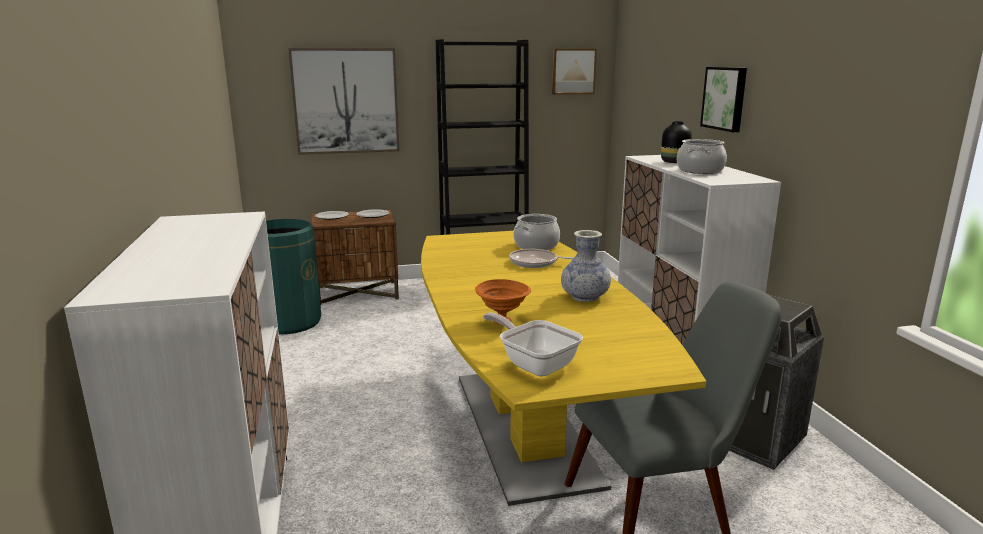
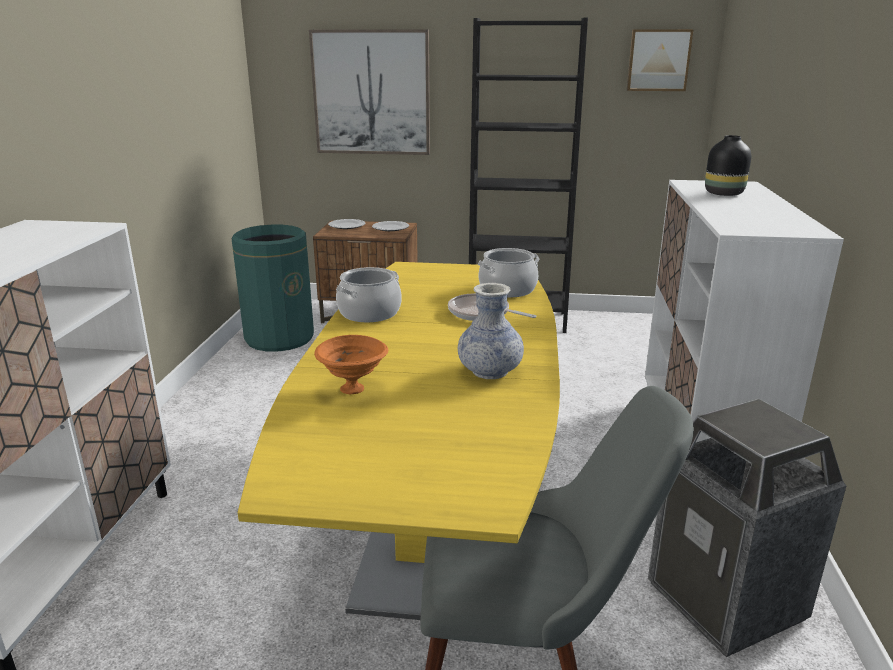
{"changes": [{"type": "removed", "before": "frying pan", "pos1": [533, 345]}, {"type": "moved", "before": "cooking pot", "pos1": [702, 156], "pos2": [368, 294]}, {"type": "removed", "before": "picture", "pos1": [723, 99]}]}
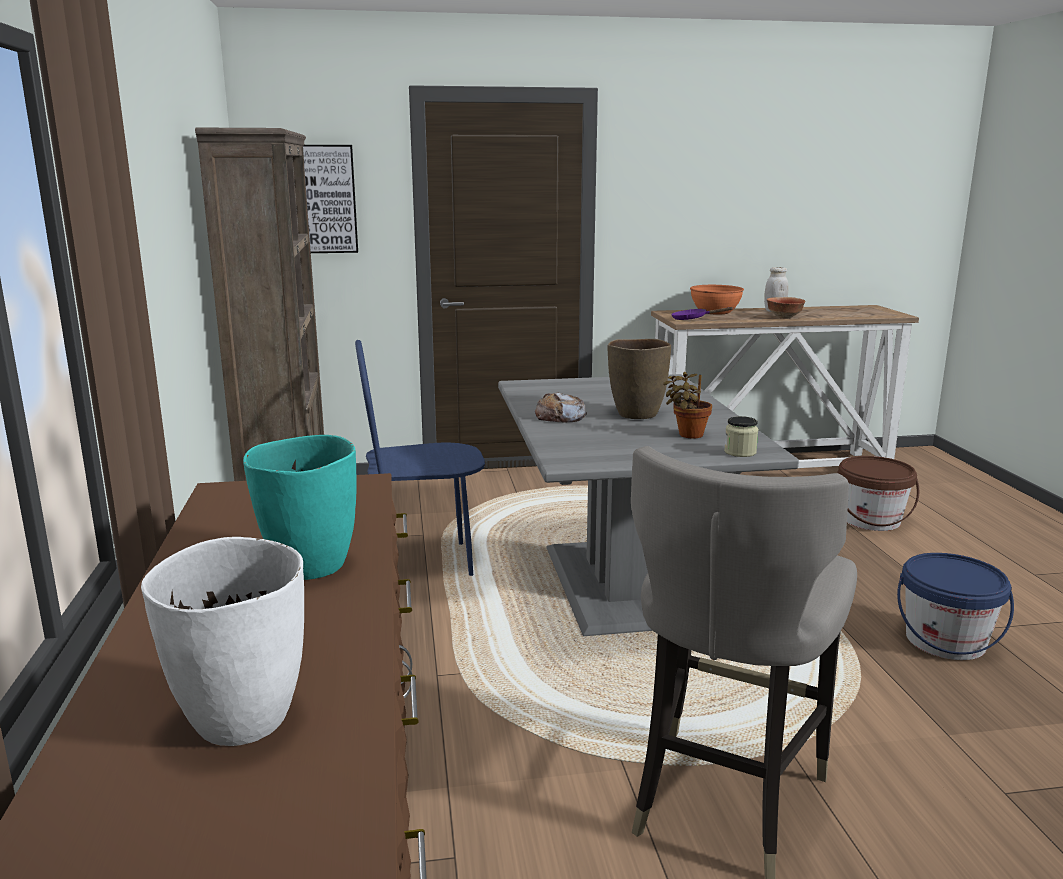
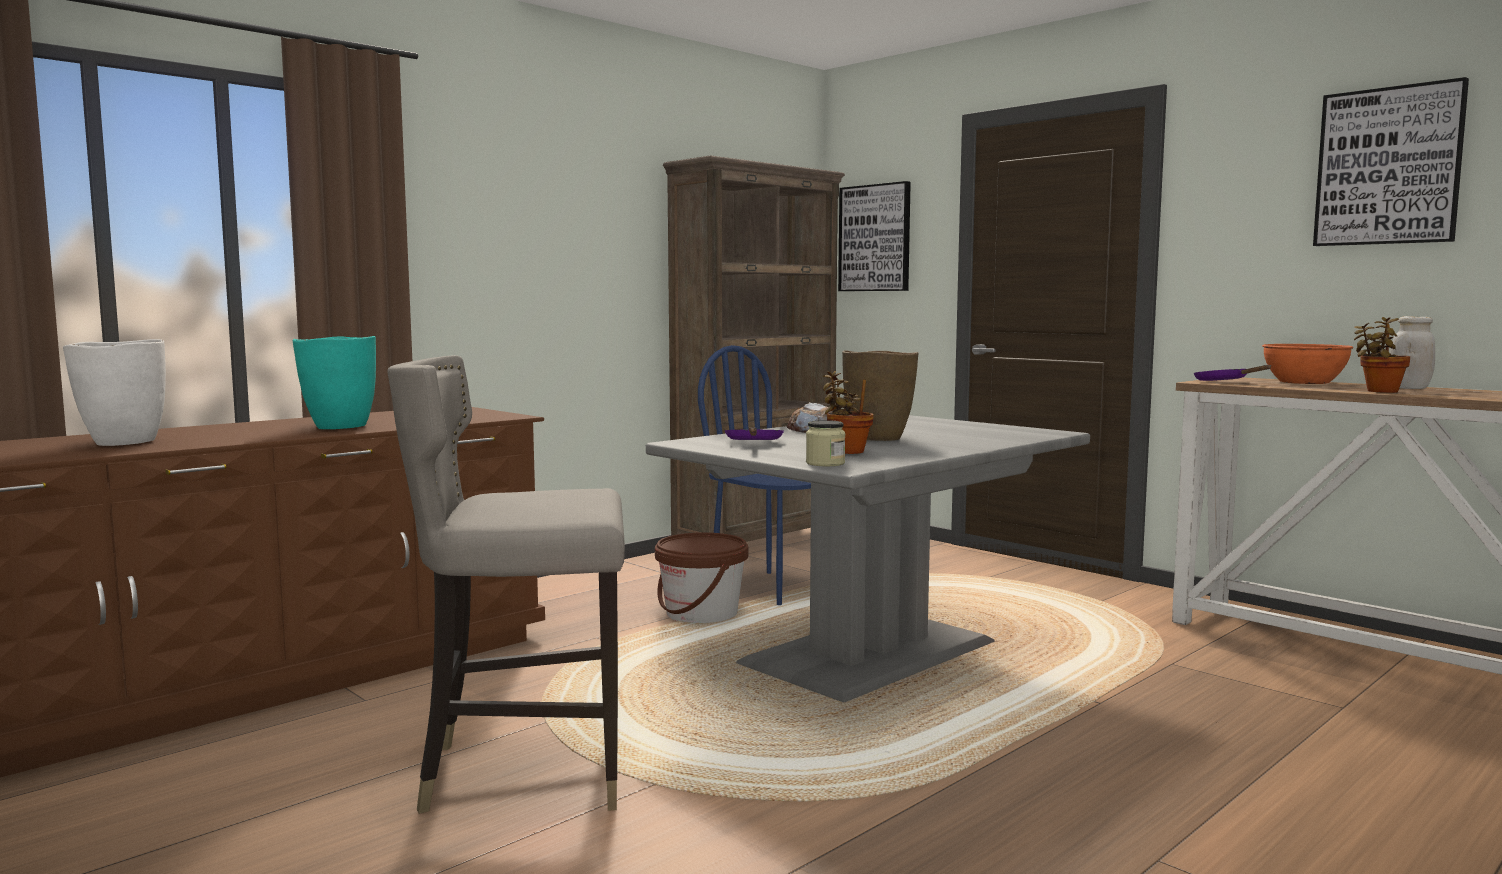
{"changes": [{"type": "replaced", "before": "bowl", "after": "potted plant", "pos1": [786, 308], "pos2": [1382, 355]}, {"type": "moved", "before": "brown bucket", "pos1": [878, 493], "pos2": [701, 577]}, {"type": "removed", "before": "blue bucket", "pos1": [955, 606]}, {"type": "added", "after": "purple frying pan", "pos2": [754, 433]}, {"type": "added", "after": "picture", "pos2": [1391, 161]}]}
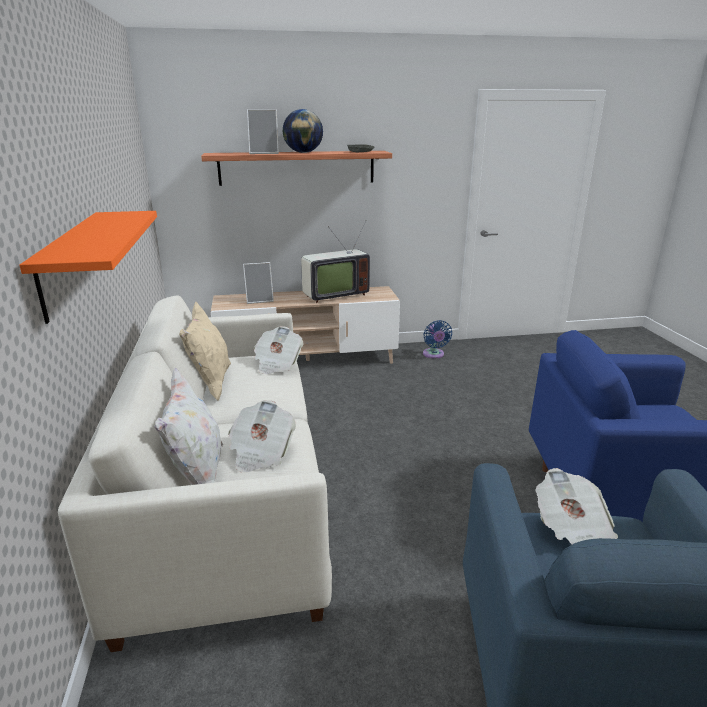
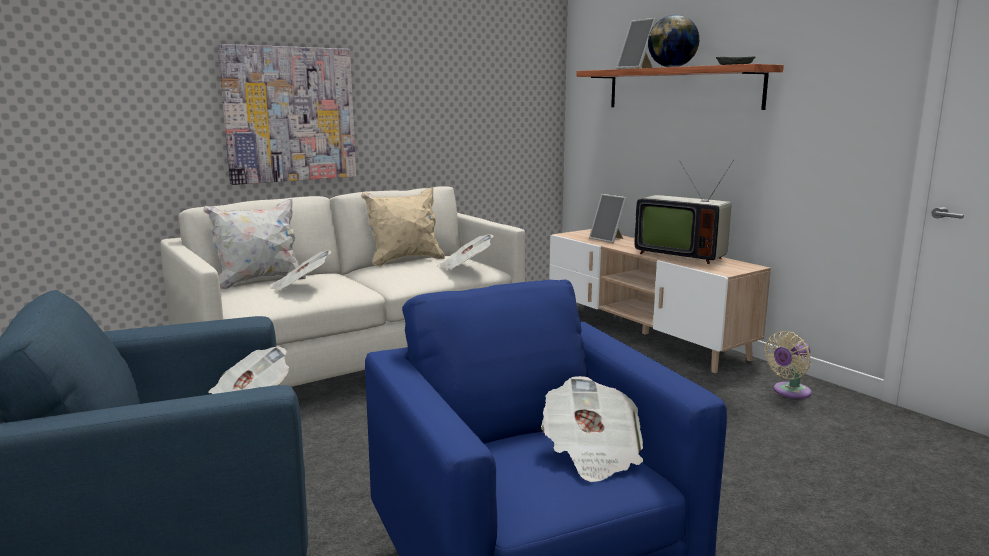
{"changes": [{"type": "replaced", "before": "orange shelf", "after": "picture", "pos1": [88, 267], "pos2": [286, 114]}, {"type": "recoloured", "before": "blue fan", "after": "beige fan", "pos1": [437, 339], "pos2": [788, 365]}, {"type": "added", "after": "newspaper", "pos2": [592, 429]}]}
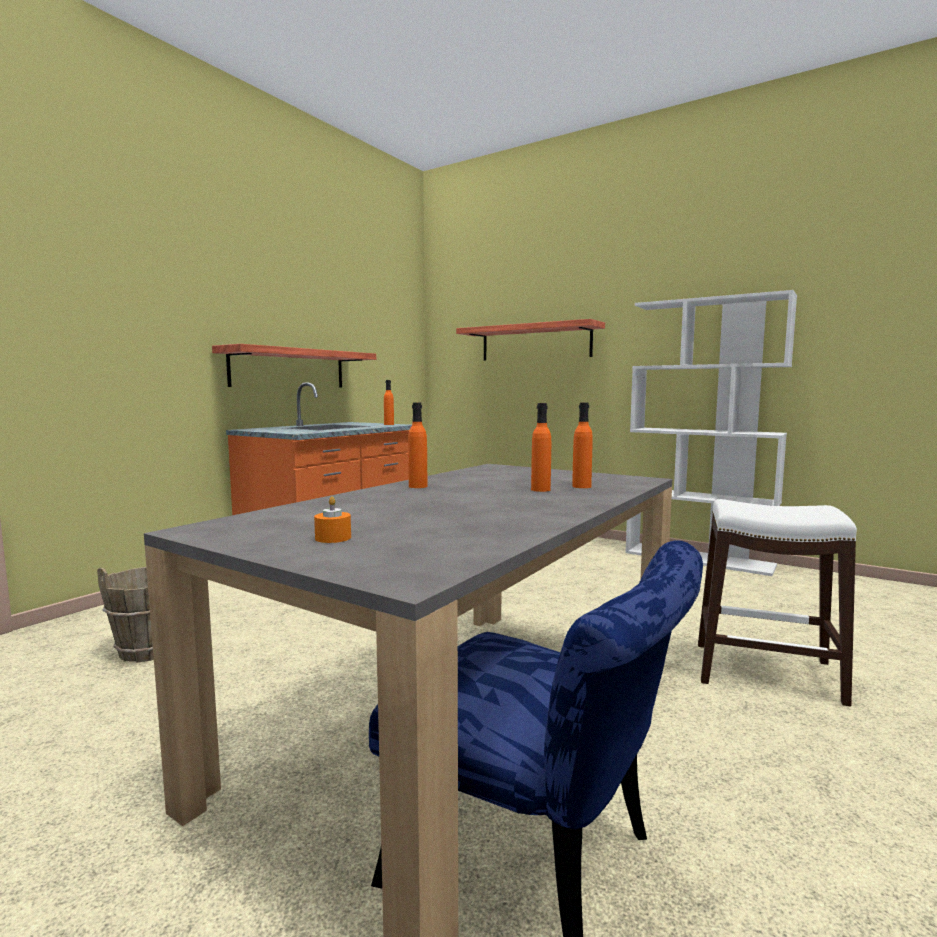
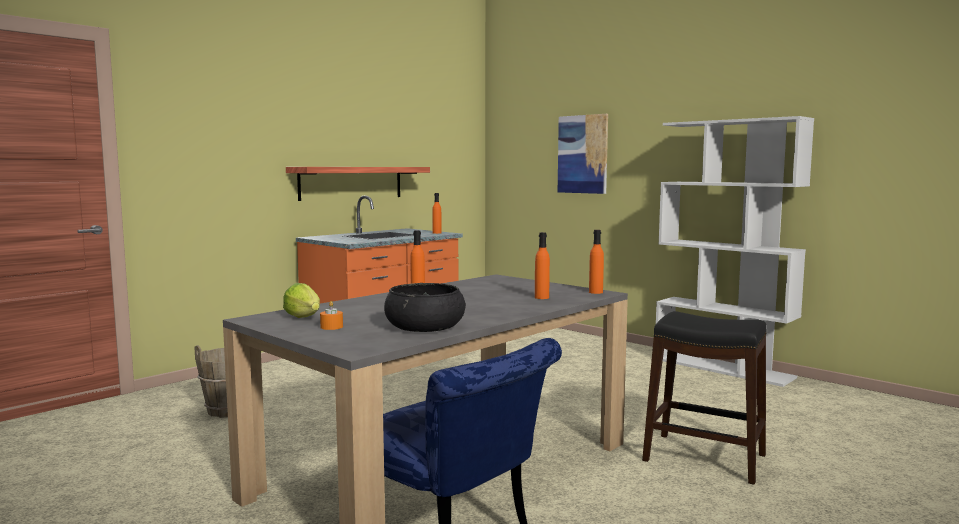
{"changes": [{"type": "replaced", "before": "shelf", "after": "picture", "pos1": [530, 339], "pos2": [583, 154]}, {"type": "moved", "before": "orange bottle", "pos1": [541, 447], "pos2": [596, 262]}, {"type": "recoloured", "before": "white stool", "after": "black stool", "pos1": [777, 602], "pos2": [704, 398]}, {"type": "added", "after": "lettuce", "pos2": [301, 300]}, {"type": "added", "after": "black bowl", "pos2": [425, 307]}]}
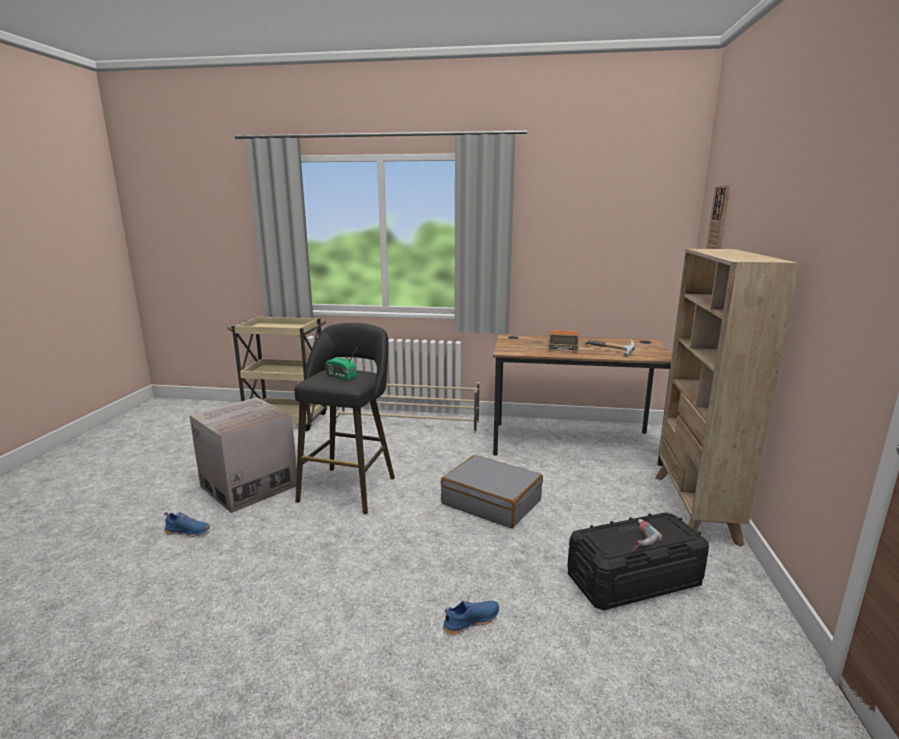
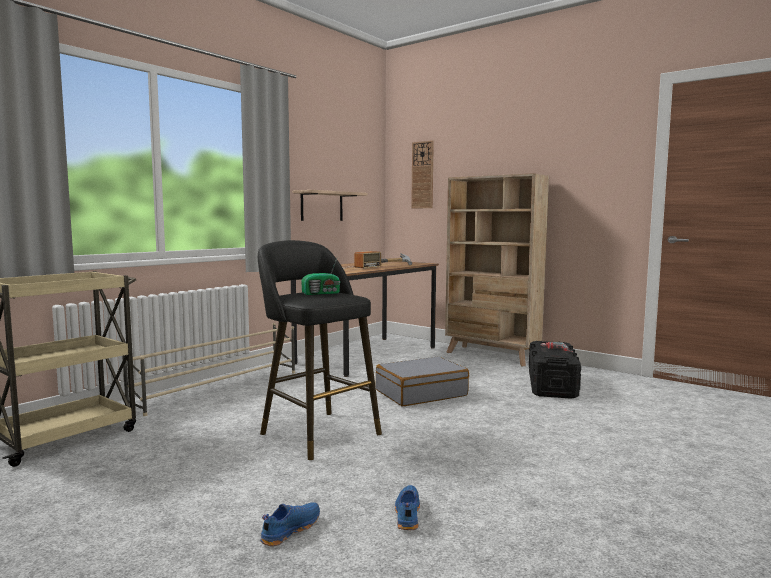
{"changes": [{"type": "removed", "before": "cardboard box", "pos1": [243, 455]}, {"type": "moved", "before": "blue shoe", "pos1": [471, 618], "pos2": [407, 507]}, {"type": "added", "after": "shelf", "pos2": [330, 205]}]}
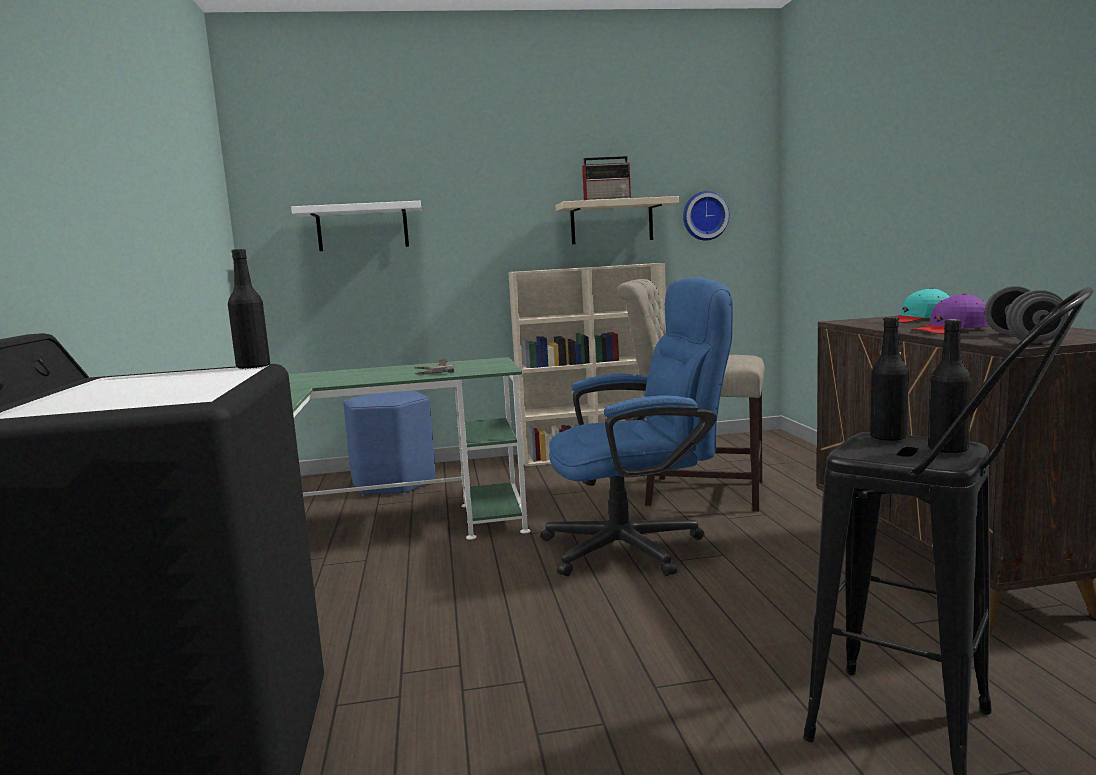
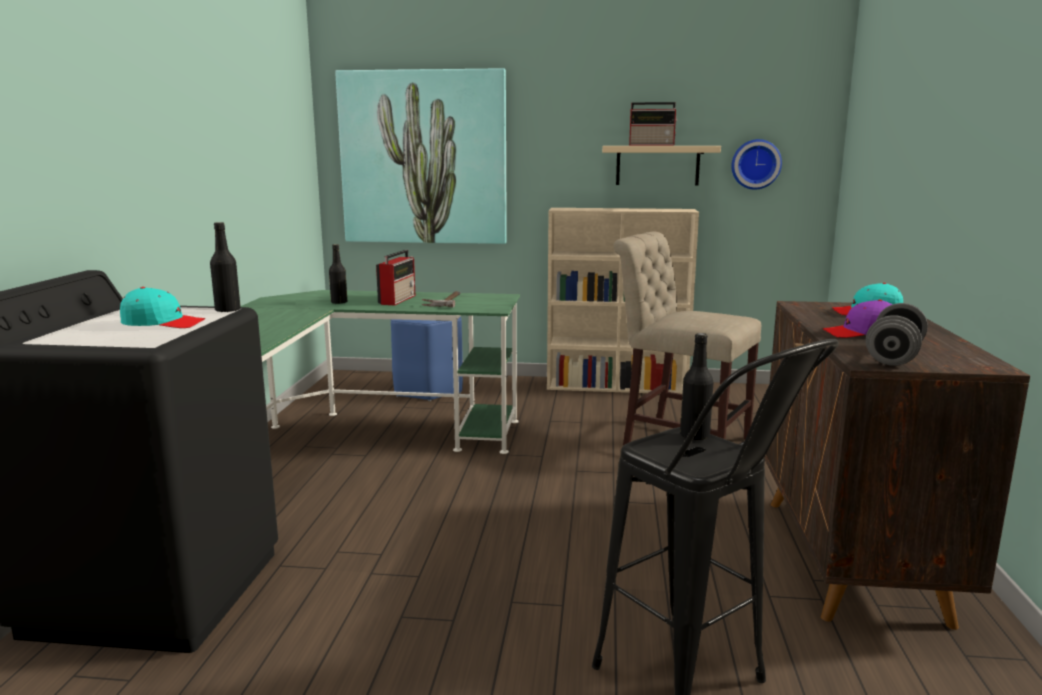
{"changes": [{"type": "replaced", "before": "white shelf", "after": "picture", "pos1": [356, 226], "pos2": [421, 156]}, {"type": "removed", "before": "blue office chair", "pos1": [636, 426]}, {"type": "moved", "before": "black bottle", "pos1": [950, 386], "pos2": [338, 274]}, {"type": "added", "after": "turquoise cap", "pos2": [163, 307]}, {"type": "added", "after": "radio", "pos2": [395, 278]}]}
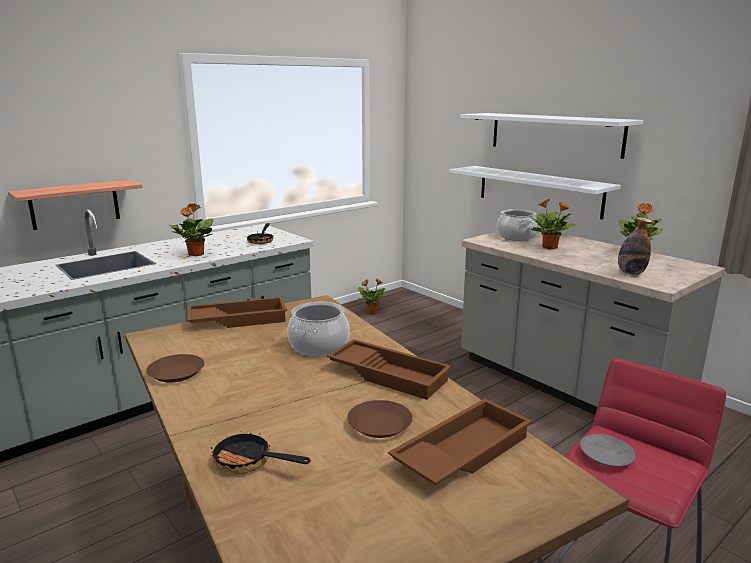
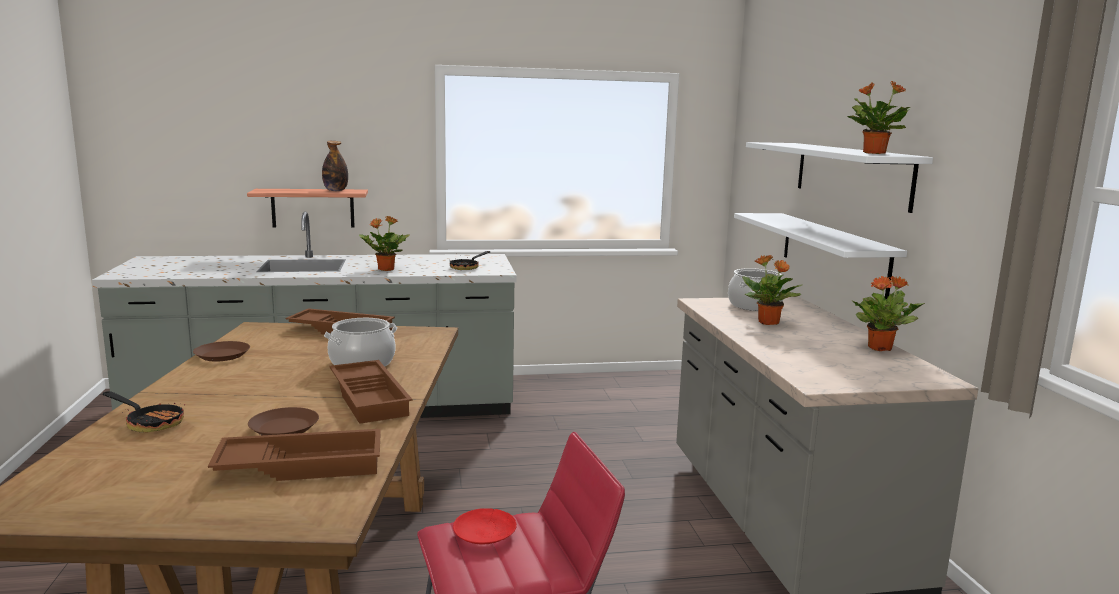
{"changes": [{"type": "turned", "before": "frying pan", "pos1": [260, 453], "pos2": [144, 412], "turn": 150}, {"type": "moved", "before": "potted plant", "pos1": [372, 296], "pos2": [879, 117]}, {"type": "recoloured", "before": "grey plate", "after": "red plate", "pos1": [607, 450], "pos2": [485, 526]}, {"type": "moved", "before": "bottle", "pos1": [635, 246], "pos2": [335, 166]}]}
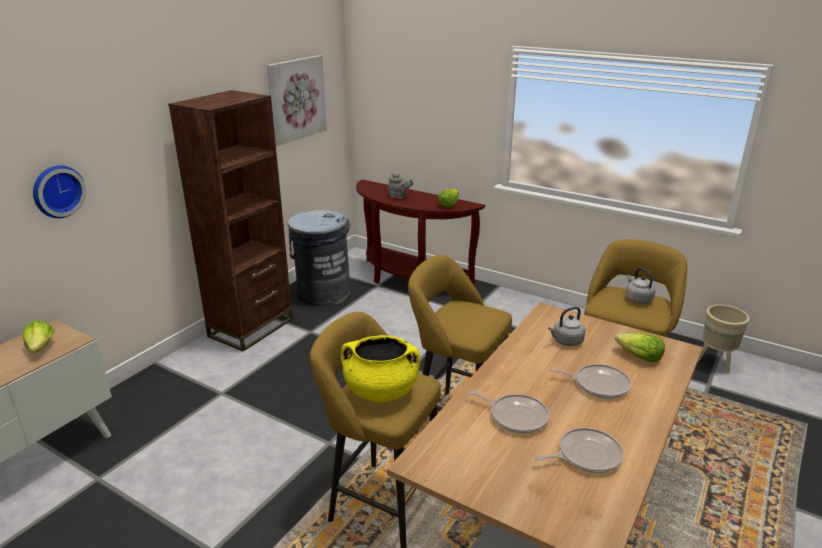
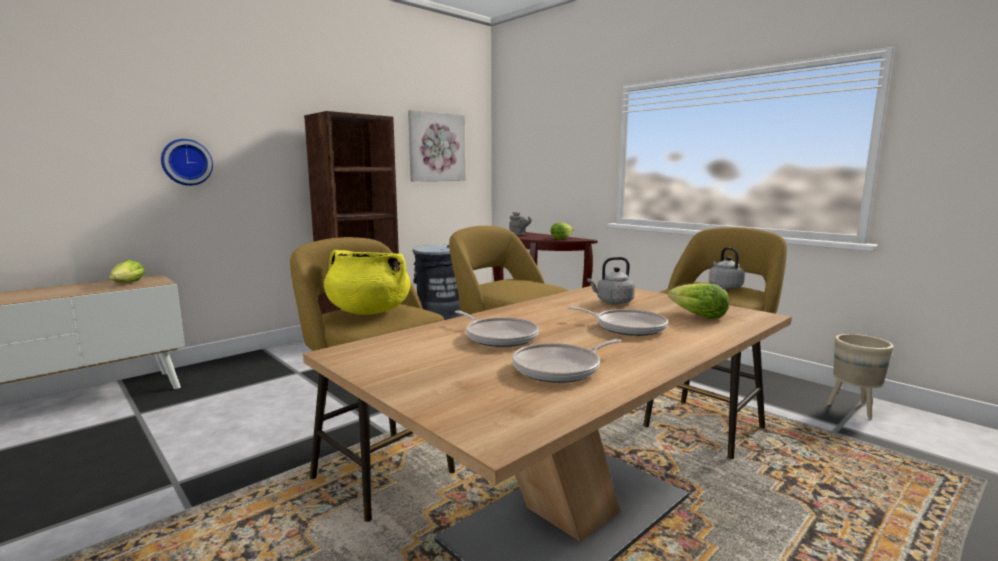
{"changes": [{"type": "turned", "before": "frying pan", "pos1": [579, 450], "pos2": [566, 361], "turn": 150}]}
